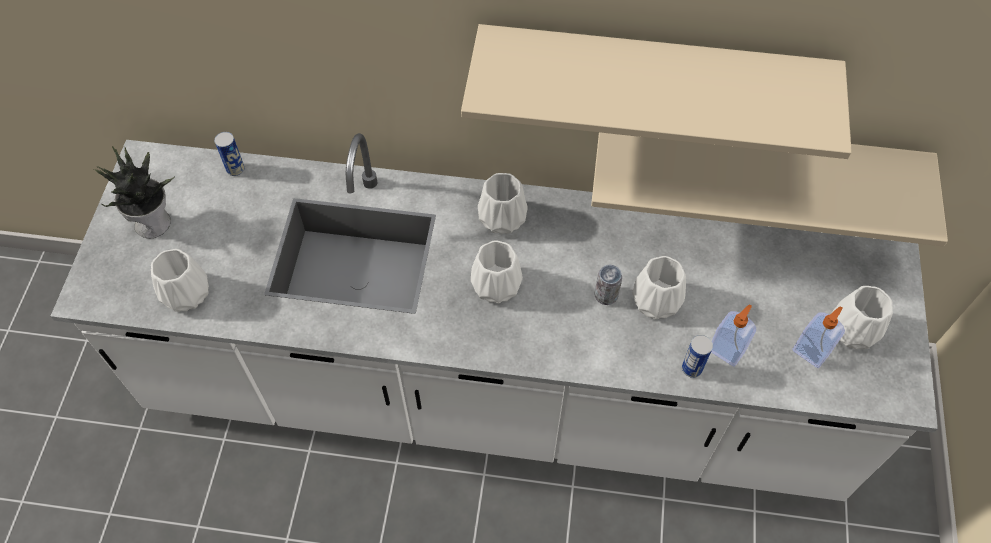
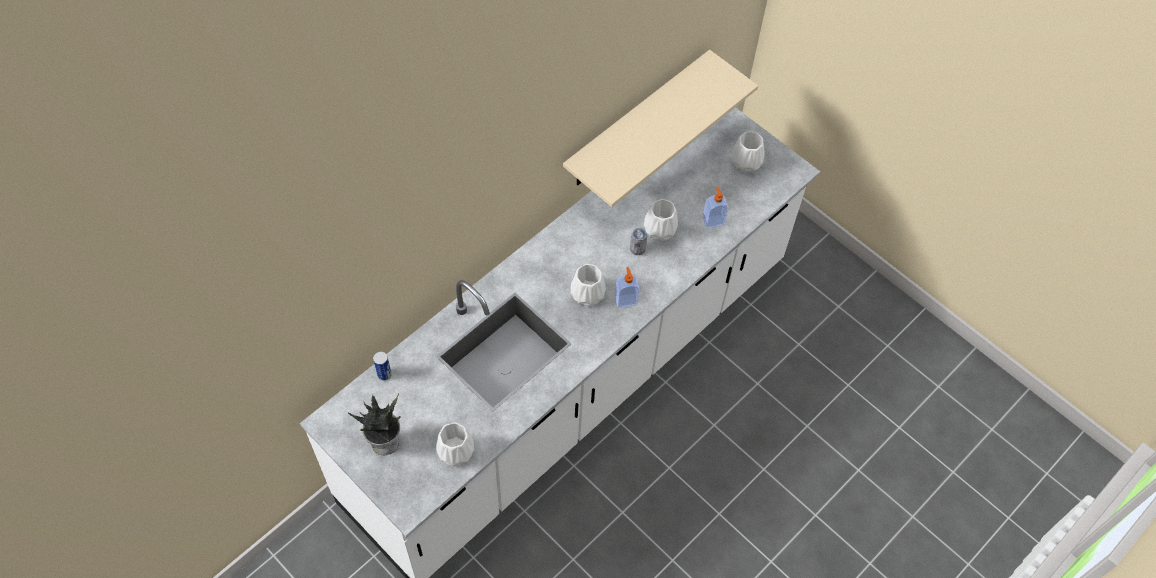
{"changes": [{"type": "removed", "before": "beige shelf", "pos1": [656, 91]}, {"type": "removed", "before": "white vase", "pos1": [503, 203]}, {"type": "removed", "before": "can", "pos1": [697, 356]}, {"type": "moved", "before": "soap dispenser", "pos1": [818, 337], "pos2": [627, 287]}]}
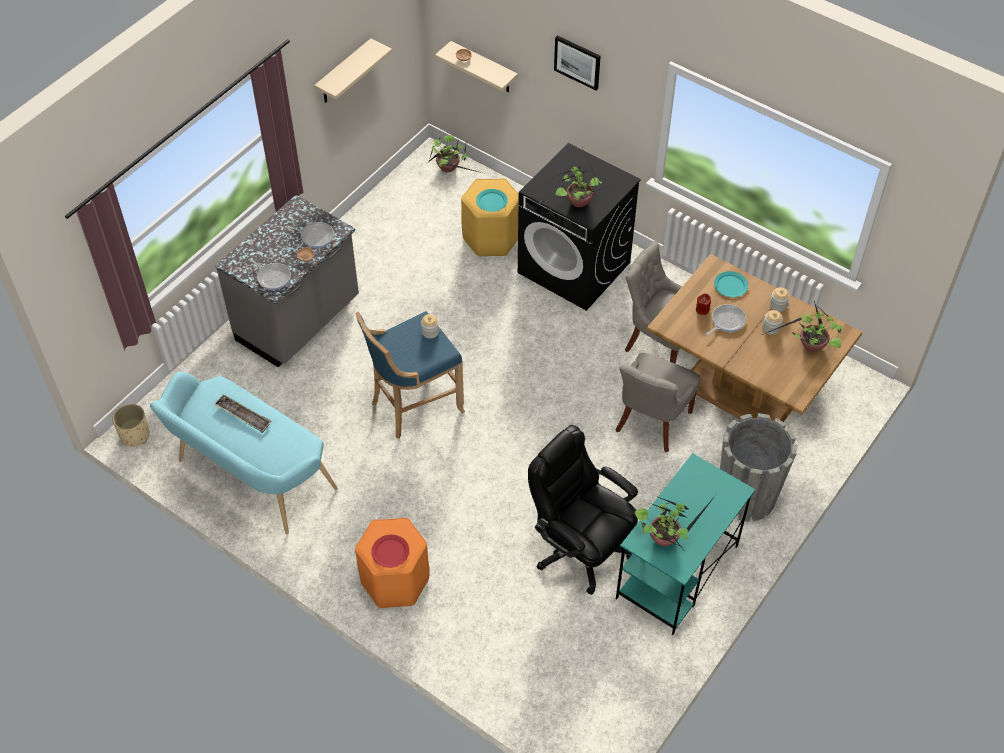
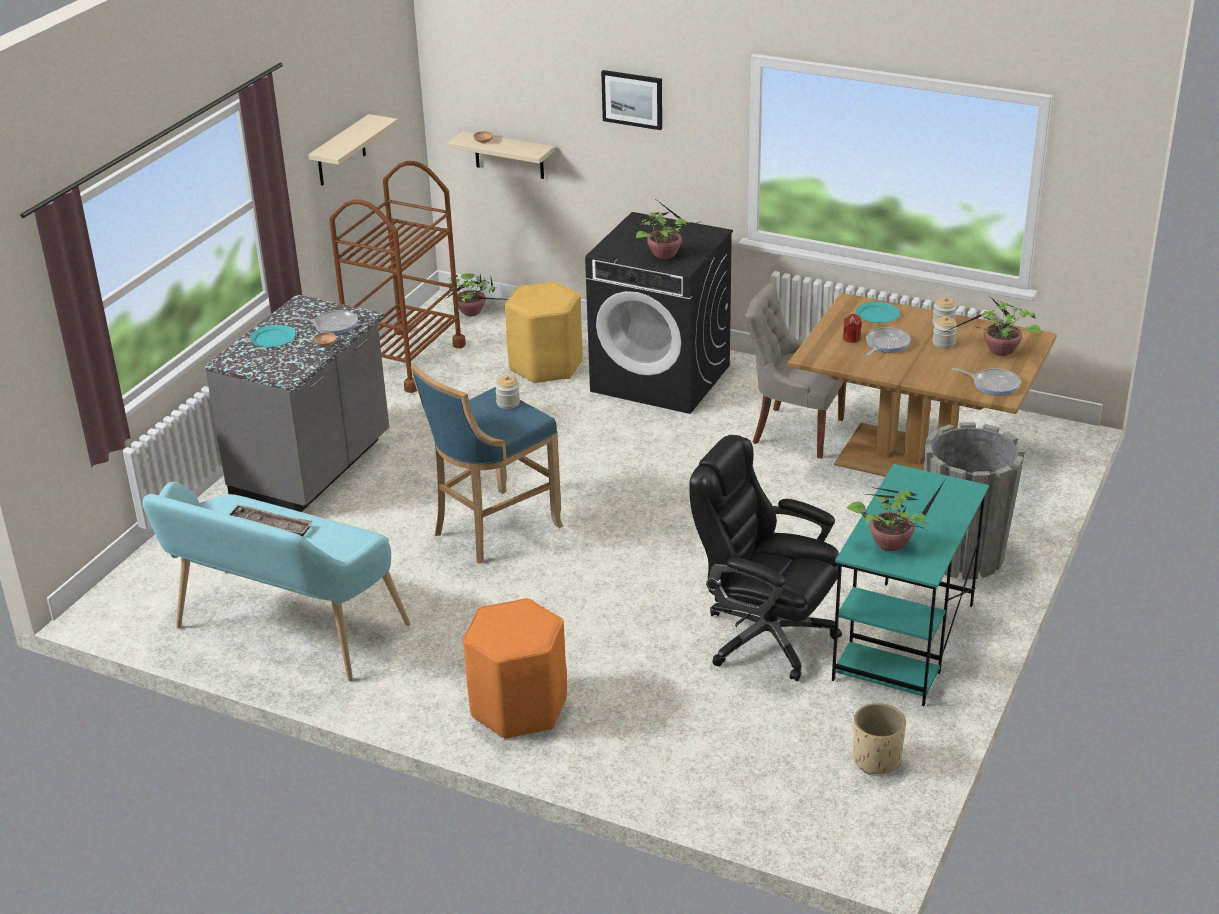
{"changes": [{"type": "moved", "before": "beige planter", "pos1": [131, 425], "pos2": [879, 739]}, {"type": "moved", "before": "frying pan", "pos1": [270, 274], "pos2": [986, 382]}, {"type": "removed", "before": "red plate", "pos1": [390, 551]}, {"type": "moved", "before": "turquoise plate", "pos1": [492, 200], "pos2": [273, 336]}, {"type": "removed", "before": "grey chair", "pos1": [658, 402]}, {"type": "added", "after": "brown cart", "pos2": [397, 277]}]}
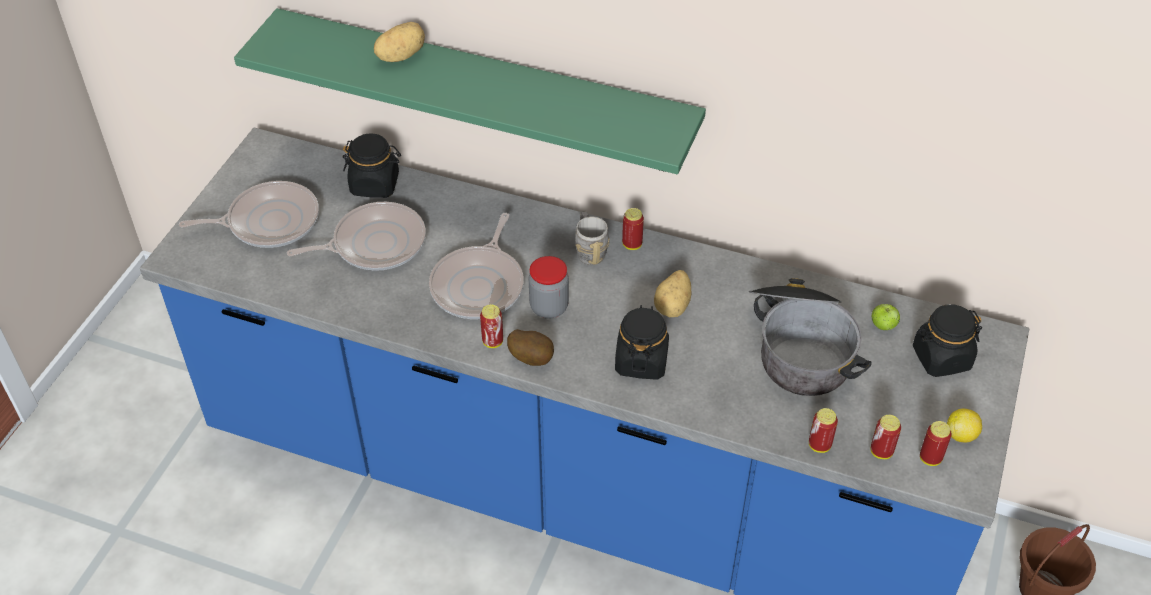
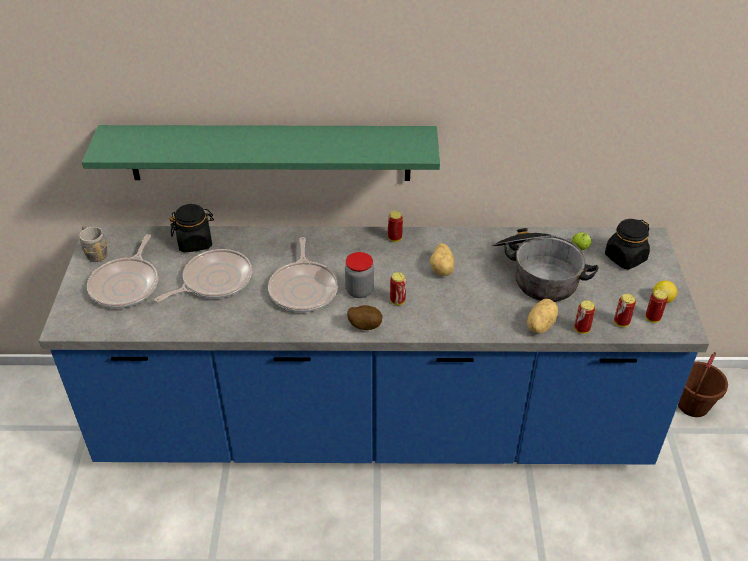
{"changes": [{"type": "turned", "before": "frying pan", "pos1": [249, 214], "pos2": [122, 271], "turn": 135}, {"type": "moved", "before": "potato", "pos1": [399, 42], "pos2": [542, 316]}, {"type": "moved", "before": "can", "pos1": [491, 326], "pos2": [398, 288]}, {"type": "moved", "before": "grey mug", "pos1": [592, 238], "pos2": [93, 243]}, {"type": "removed", "before": "black jar", "pos1": [642, 342]}]}
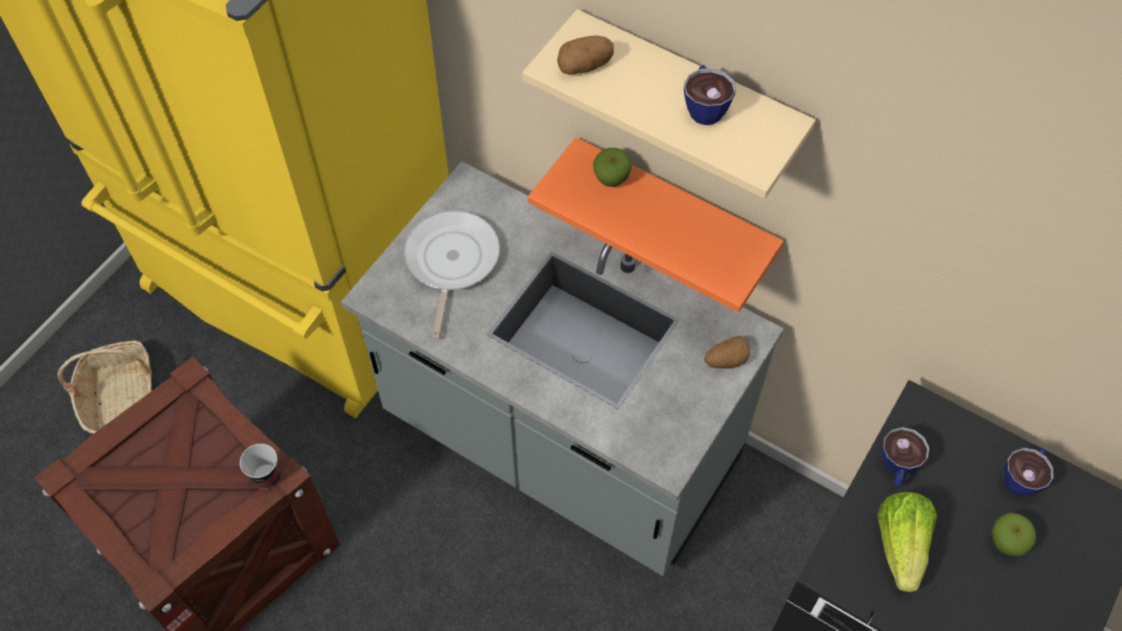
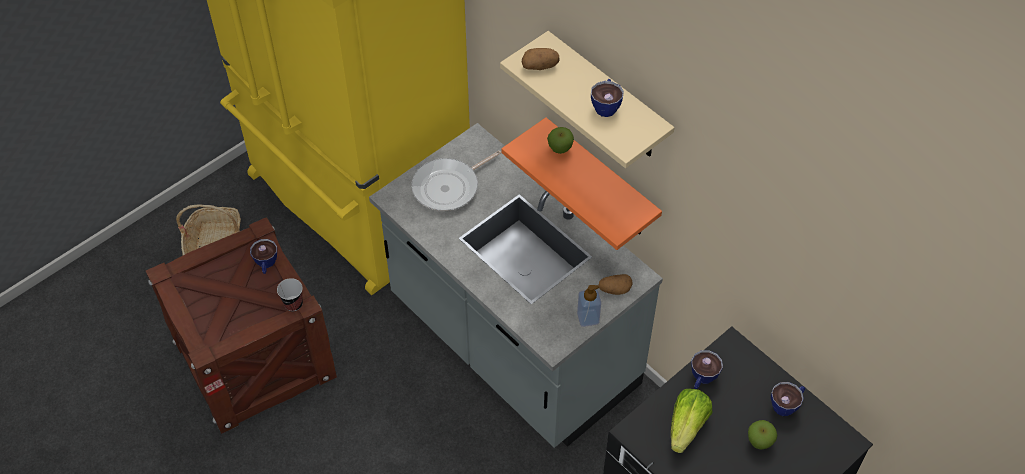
{"changes": [{"type": "turned", "before": "frying pan", "pos1": [452, 274], "pos2": [456, 180], "turn": -150}, {"type": "added", "after": "cup", "pos2": [263, 256]}, {"type": "added", "after": "soap dispenser", "pos2": [589, 306]}]}
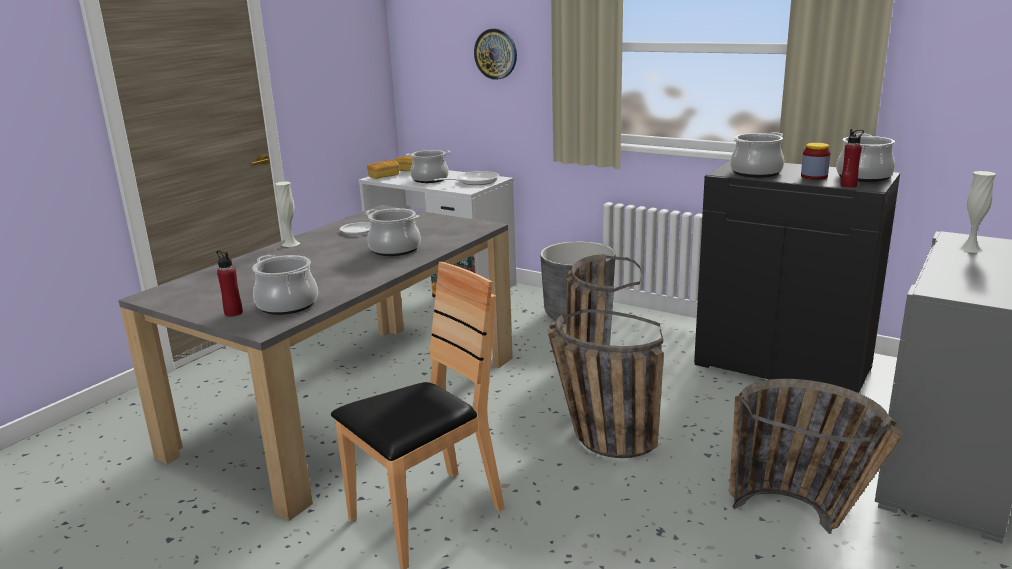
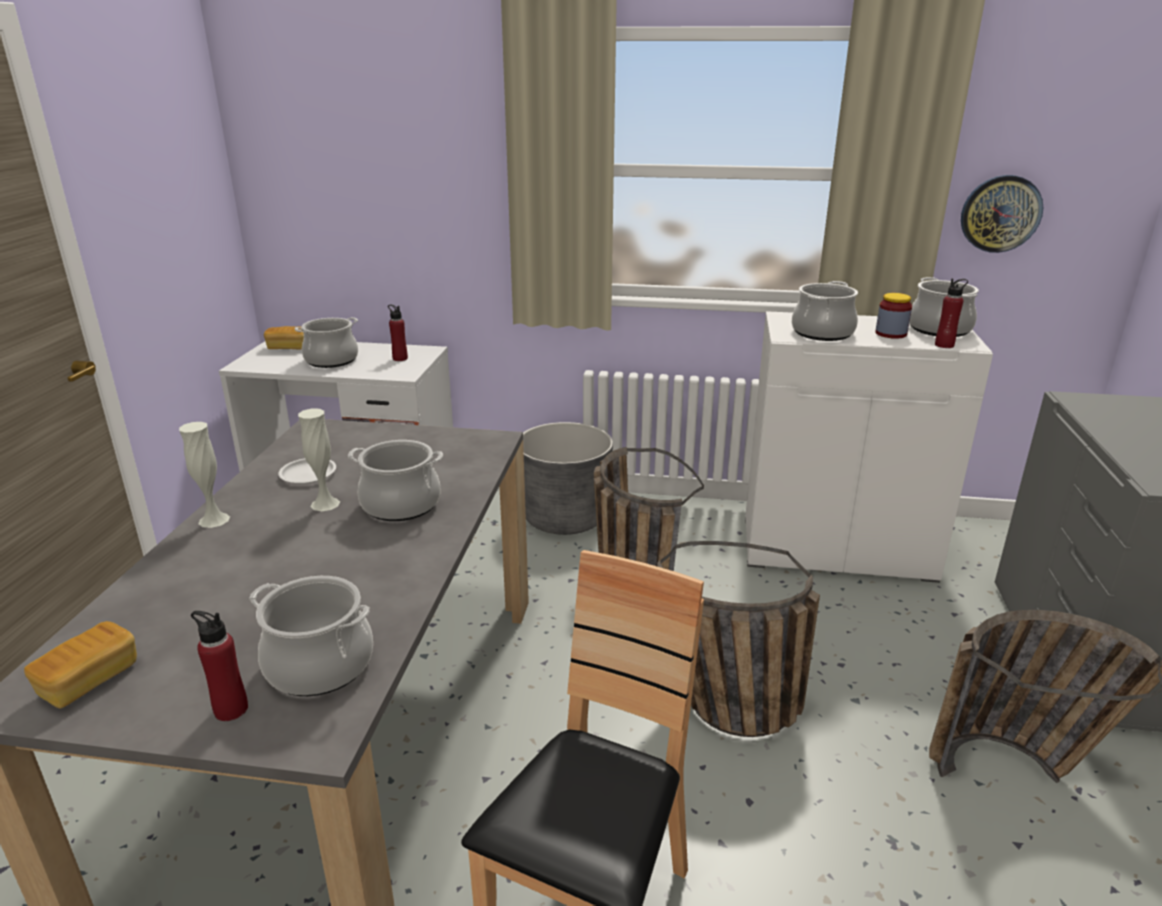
{"changes": [{"type": "moved", "before": "bread", "pos1": [383, 169], "pos2": [80, 664]}, {"type": "replaced", "before": "frying pan", "after": "red bottle", "pos1": [466, 178], "pos2": [398, 332]}, {"type": "moved", "before": "wall clock", "pos1": [495, 54], "pos2": [1002, 214]}, {"type": "recoloured", "before": "black cabinet", "after": "white cabinet", "pos1": [797, 276], "pos2": [869, 447]}, {"type": "moved", "before": "white vase", "pos1": [977, 212], "pos2": [319, 460]}]}
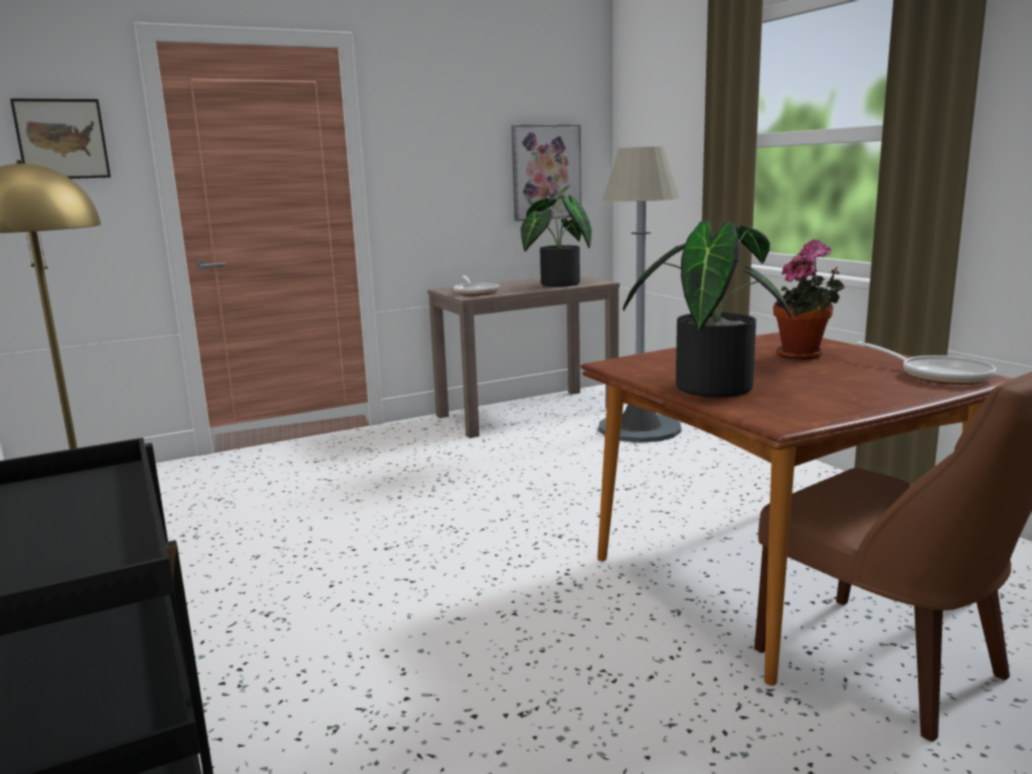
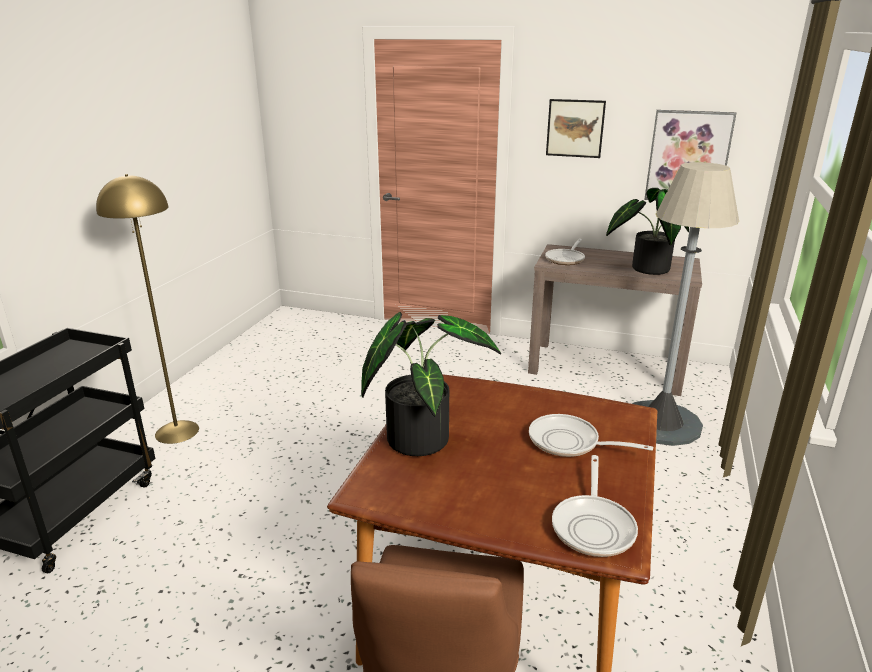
{"changes": [{"type": "moved", "before": "picture", "pos1": [60, 139], "pos2": [576, 128]}, {"type": "replaced", "before": "potted plant", "after": "frying pan", "pos1": [809, 300], "pos2": [591, 435]}]}
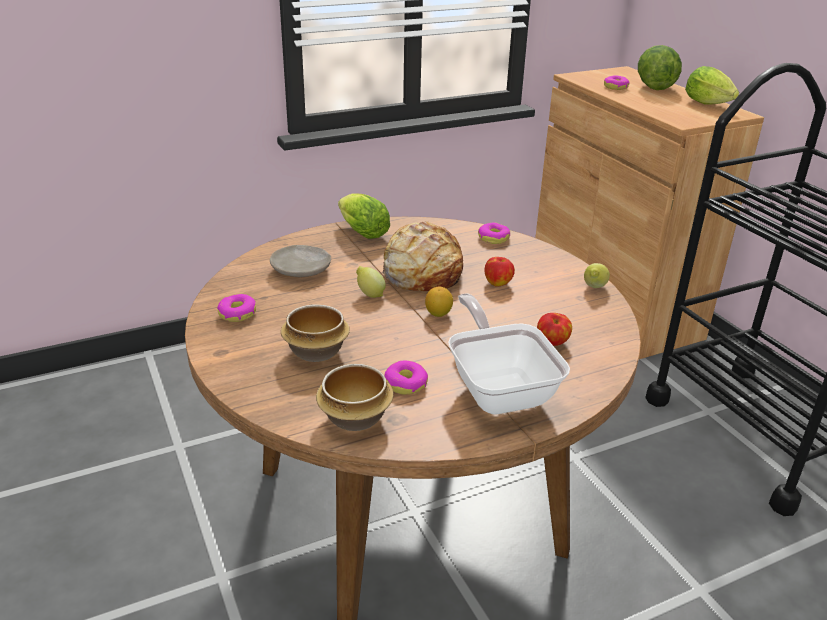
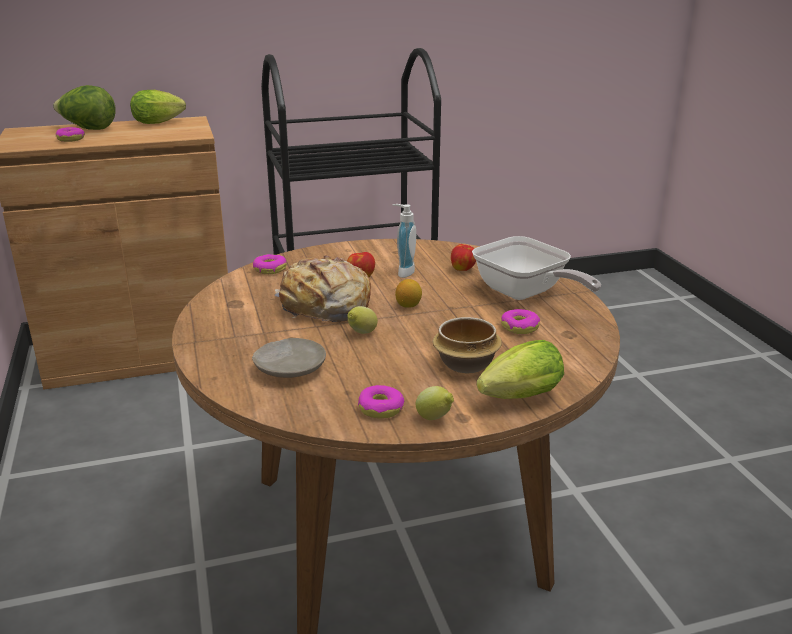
{"changes": [{"type": "removed", "before": "bowl", "pos1": [355, 397]}, {"type": "moved", "before": "lettuce", "pos1": [364, 216], "pos2": [520, 369]}, {"type": "turned", "before": "frying pan", "pos1": [509, 354], "pos2": [536, 268], "turn": -120}, {"type": "moved", "before": "lemon", "pos1": [597, 275], "pos2": [435, 403]}, {"type": "added", "after": "soap dispenser", "pos2": [404, 241]}]}
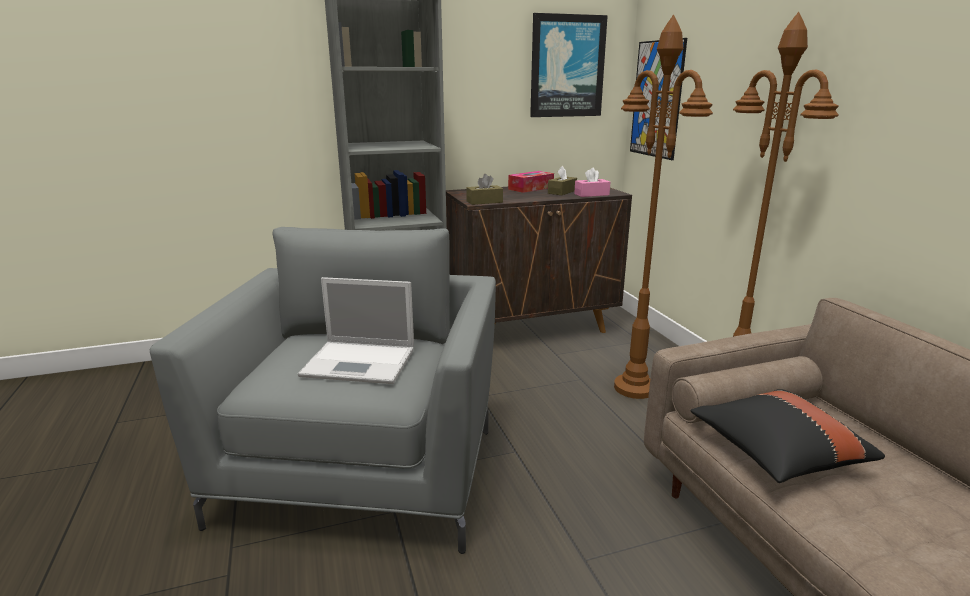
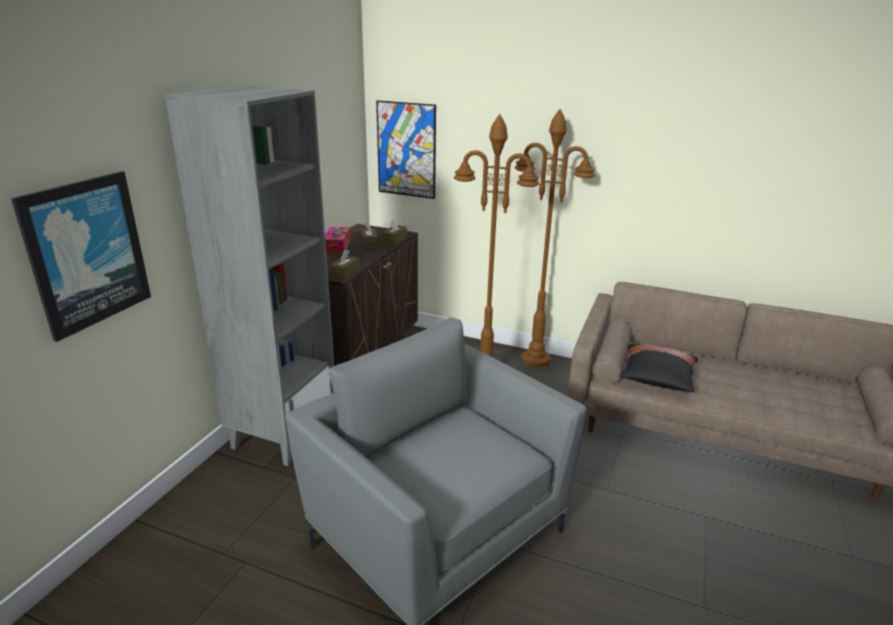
{"changes": [{"type": "removed", "before": "laptop", "pos1": [356, 330]}, {"type": "moved", "before": "picture", "pos1": [569, 65], "pos2": [81, 256]}, {"type": "recoloured", "before": "pink tissue box", "after": "brown tissue box", "pos1": [592, 182], "pos2": [394, 231]}]}
